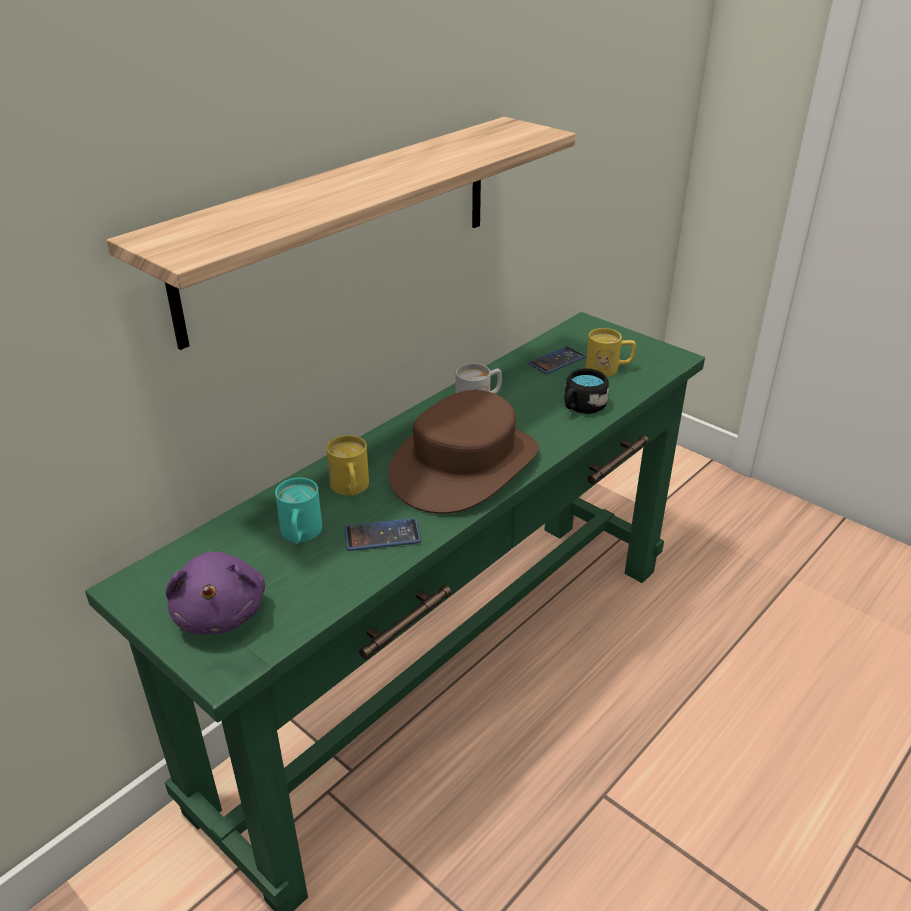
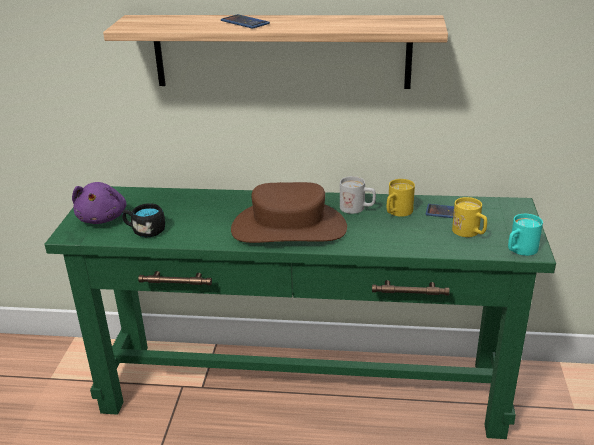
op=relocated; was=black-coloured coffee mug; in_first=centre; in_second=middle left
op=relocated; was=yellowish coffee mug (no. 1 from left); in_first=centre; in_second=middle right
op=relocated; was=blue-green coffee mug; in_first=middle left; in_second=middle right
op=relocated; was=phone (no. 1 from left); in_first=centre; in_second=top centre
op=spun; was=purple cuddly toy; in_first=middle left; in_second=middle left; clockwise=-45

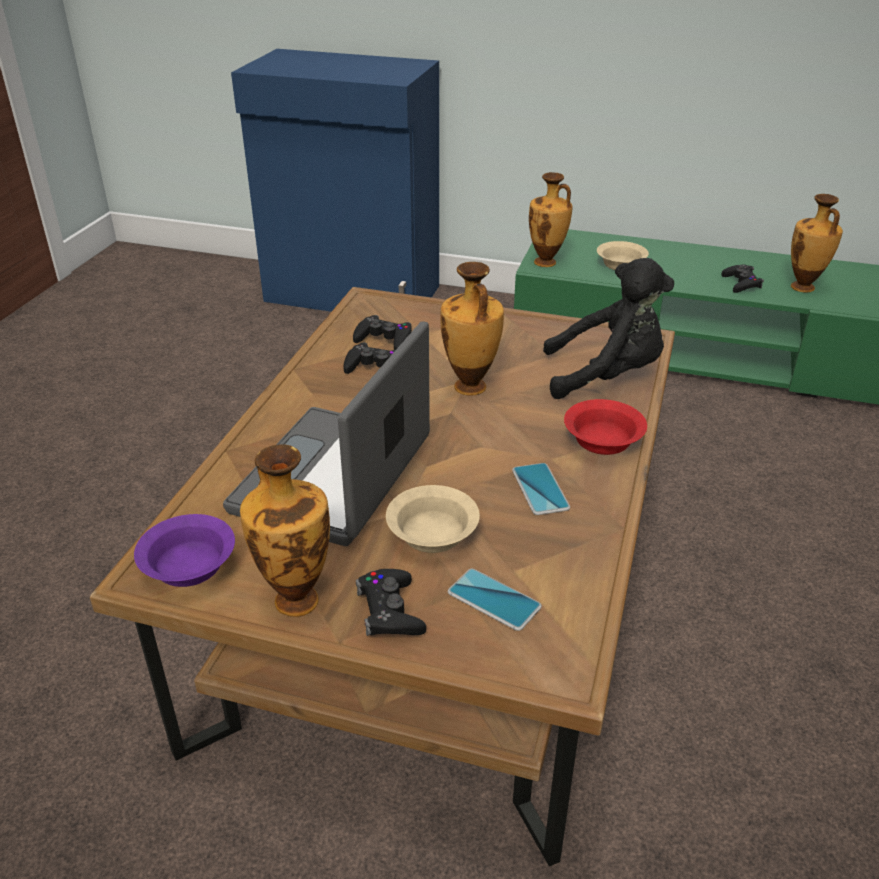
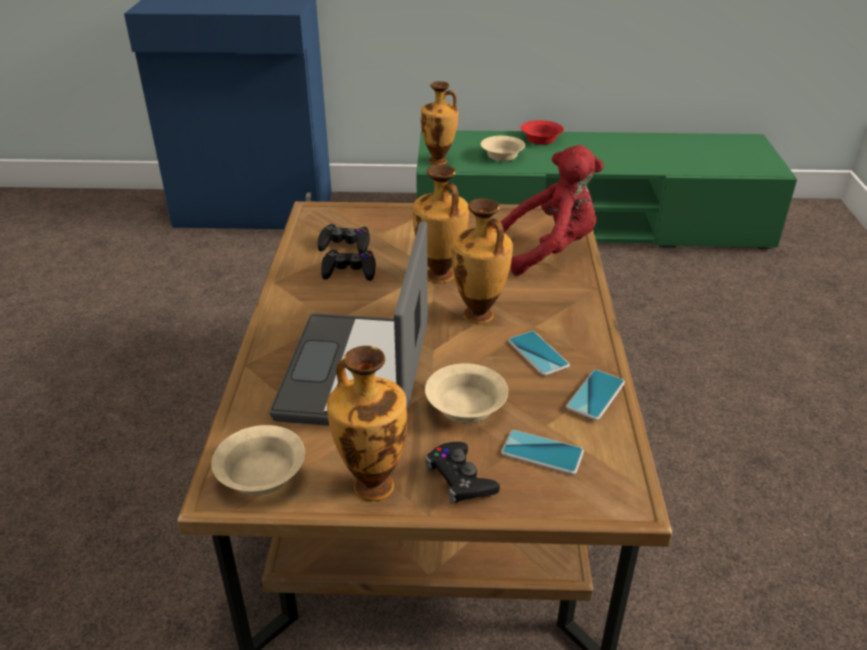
op=relocated; was=vase (no. 4 from left); in_first=top right; in_second=centre
op=colour; was=black-coloured cuddly toy; now=reddish cuddly toy; in_first=middle right; in_second=top centre
op=missing; was=black-coloured game controller (no. 4 from left); in_first=top right
op=relocated; was=reddish serving bowl; in_first=middle right; in_second=top centre
op=colour; was=purple serving bowl; now=beige serving bowl (no. 1 from left); in_first=middle left; in_second=bottom left
op=appeared; now=phone (no. 3 from left); in_second=middle right

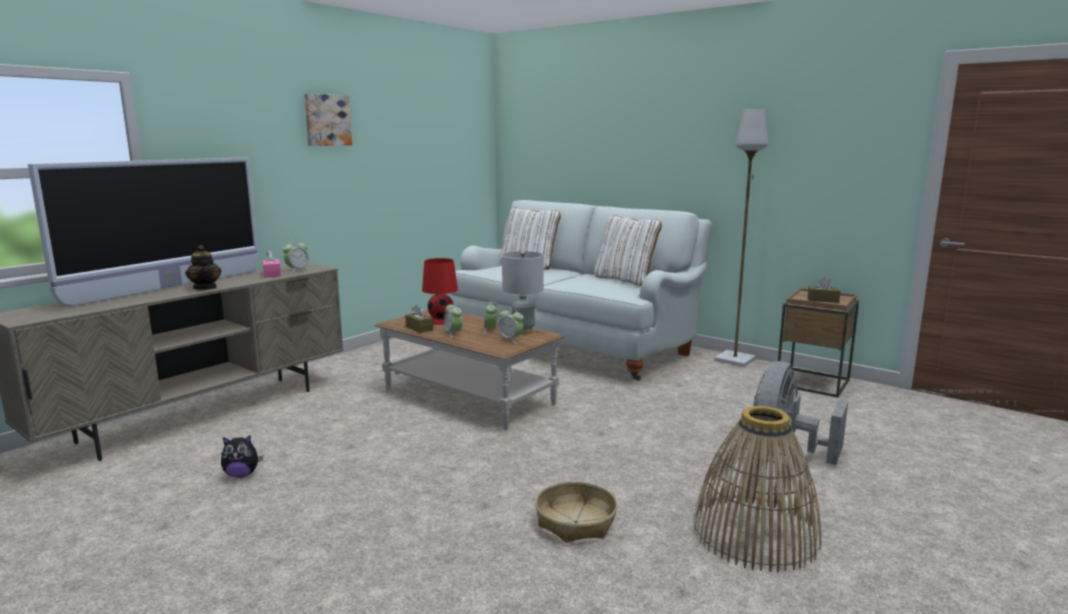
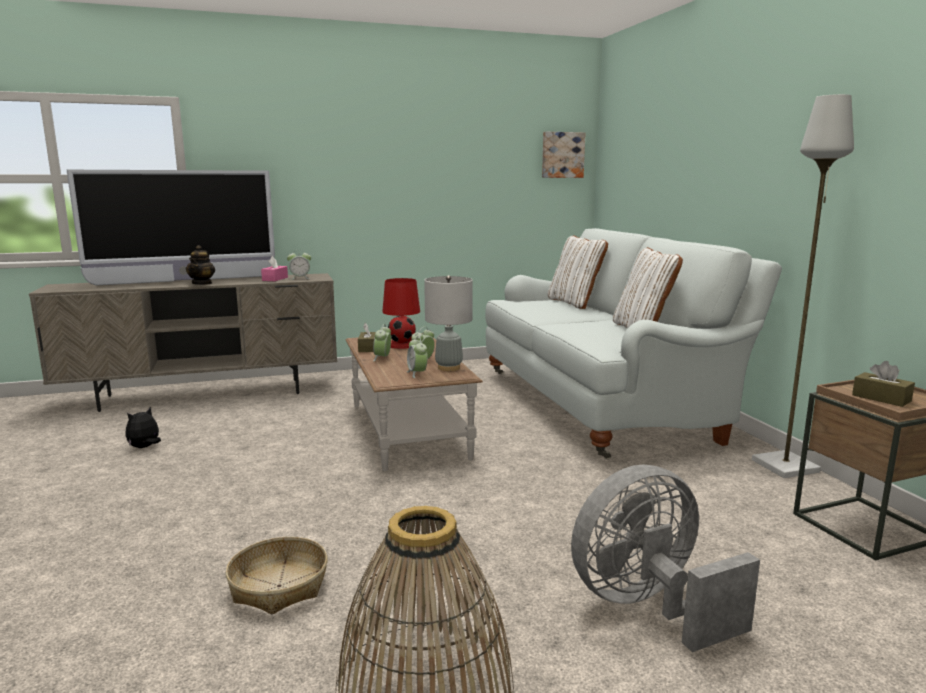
op=relocated; was=picture; in_first=top left; in_second=top centre
op=spun; was=cuddly toy; in_first=bottom left; in_second=middle left; clockwise=105

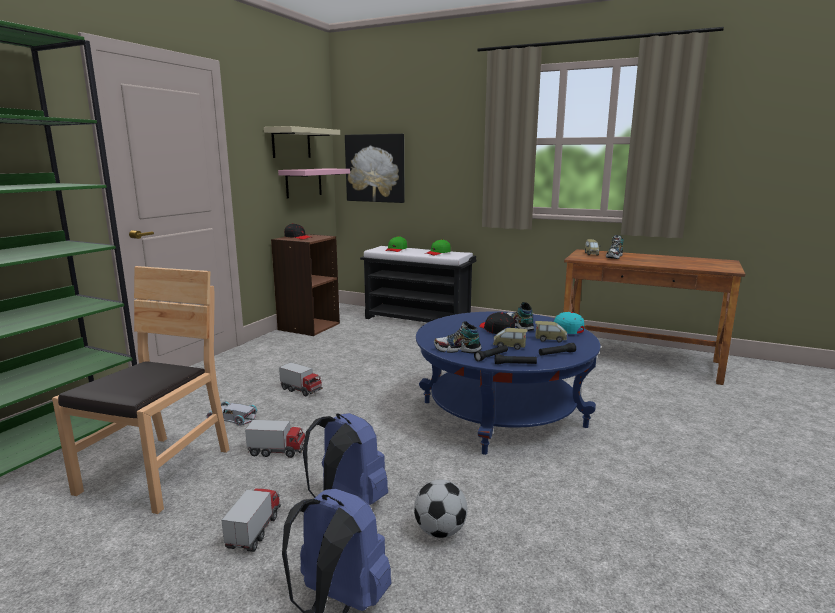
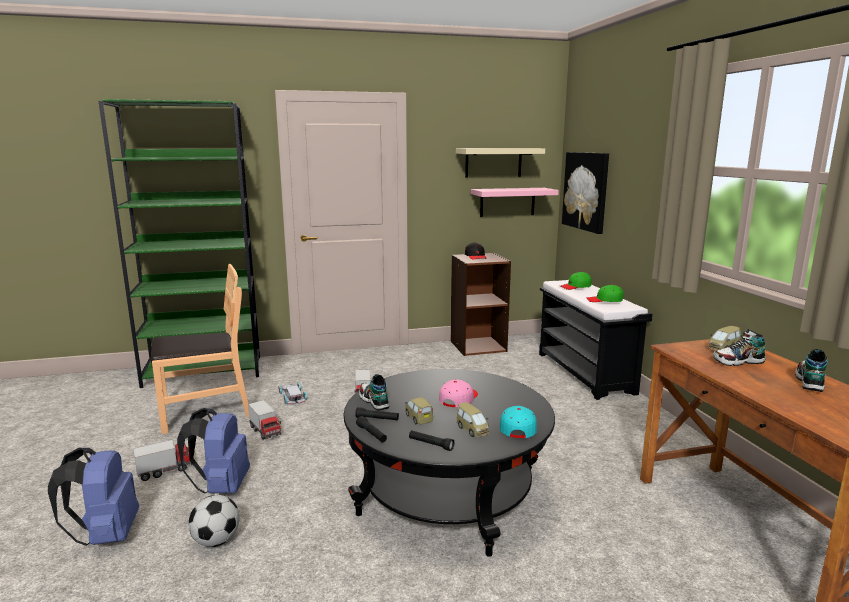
op=relocated; was=shoe (no. 2 from left in the first image); now=shoe (no. 3 from left); in_first=centre; in_second=middle right
op=colour; was=blue-coloured coffee table; now=black-coloured coffee table; in_first=centre; in_second=bottom centre
op=colour; was=black-coloured peaked cap (no. 2 from left); now=pink peaked cap; in_first=centre; in_second=centre

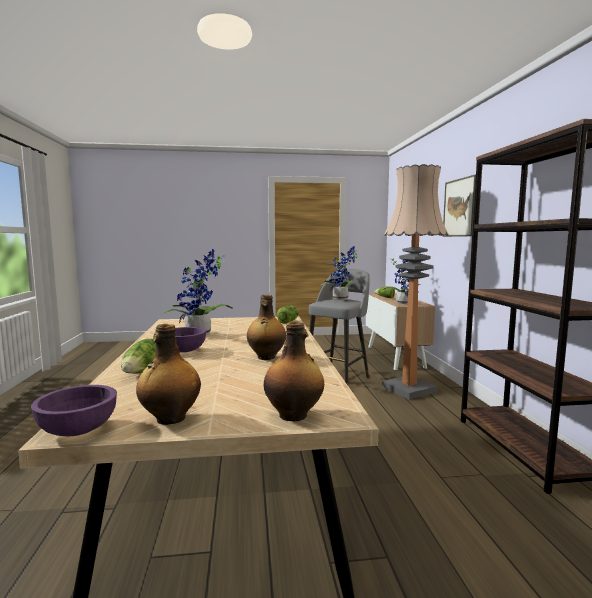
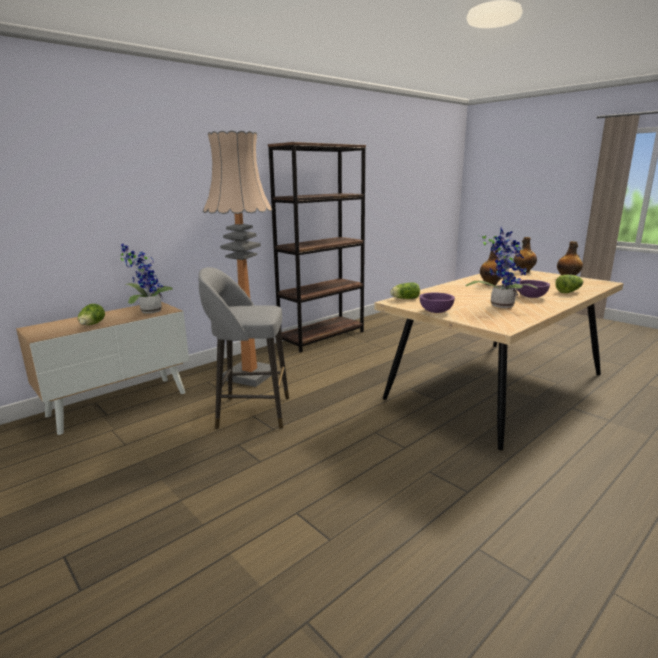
op=missing; was=picture; in_first=middle right
op=missing; was=plant in a pot (no. 2 from left); in_first=centre
op=relocated; was=purple serving bowl (no. 1 from left); in_first=bottom left; in_second=centre

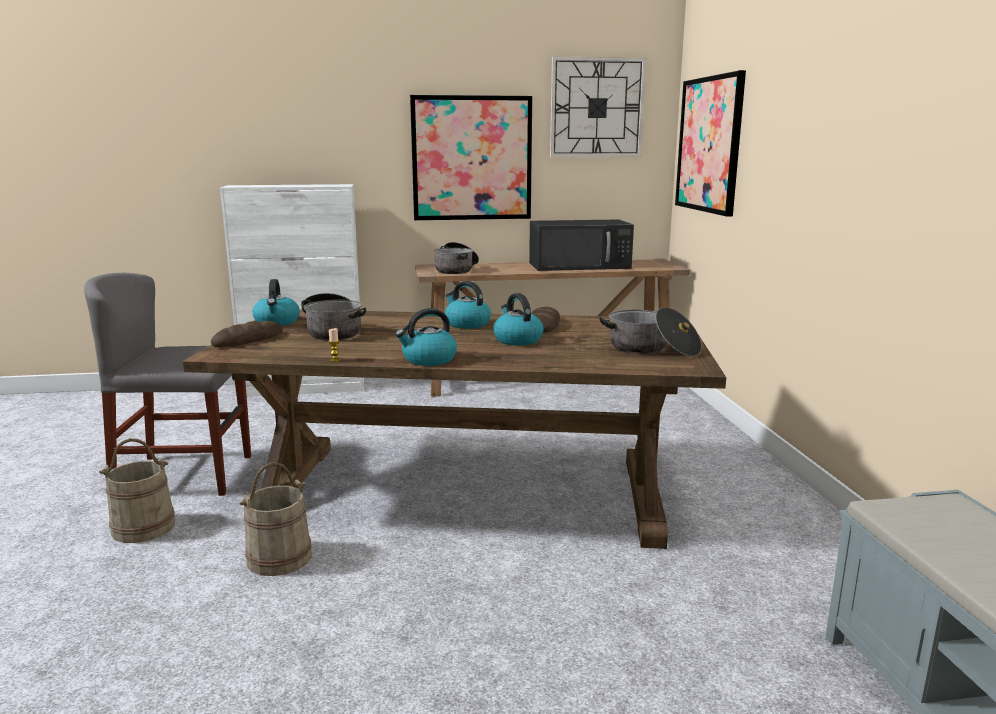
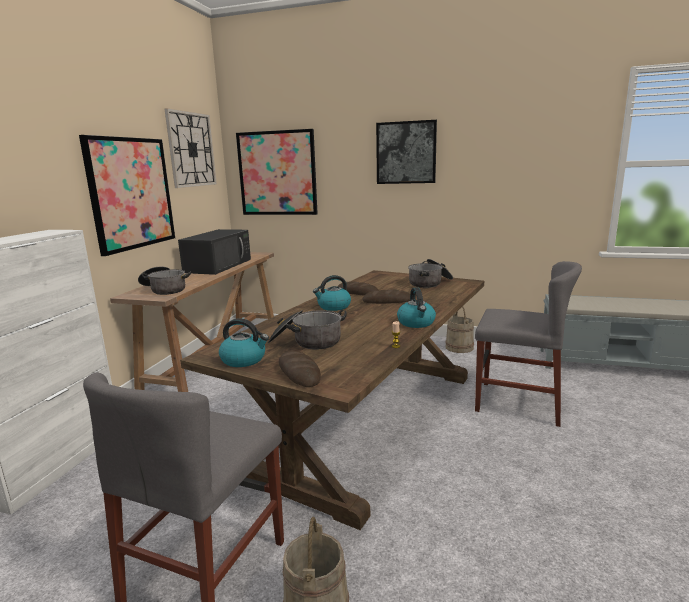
op=exchanged; was=water kettle (no. 4 from left); now=baked bread (no. 3 from left); in_first=centre; in_second=centre
op=relocated; was=beige pail (no. 2 from left); in_first=bottom left; in_second=middle right
op=appeared; now=picture (no. 3 from left); in_second=top centre
op=appeared; now=grey plain chair (no. 2 from left); in_second=middle right

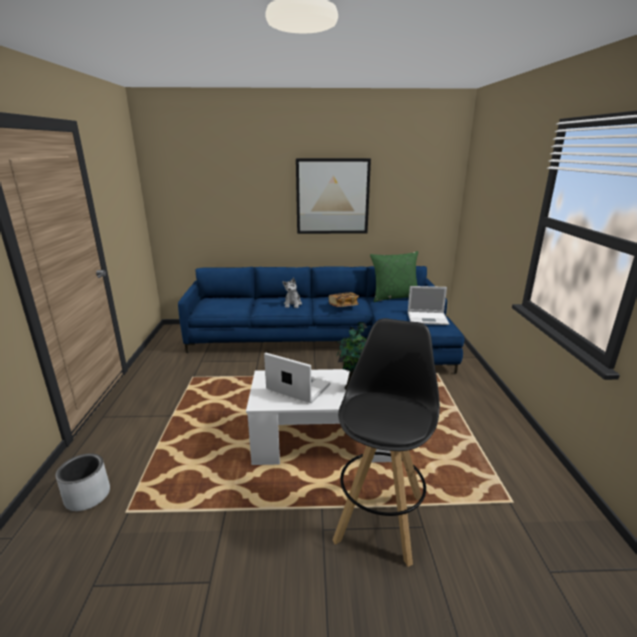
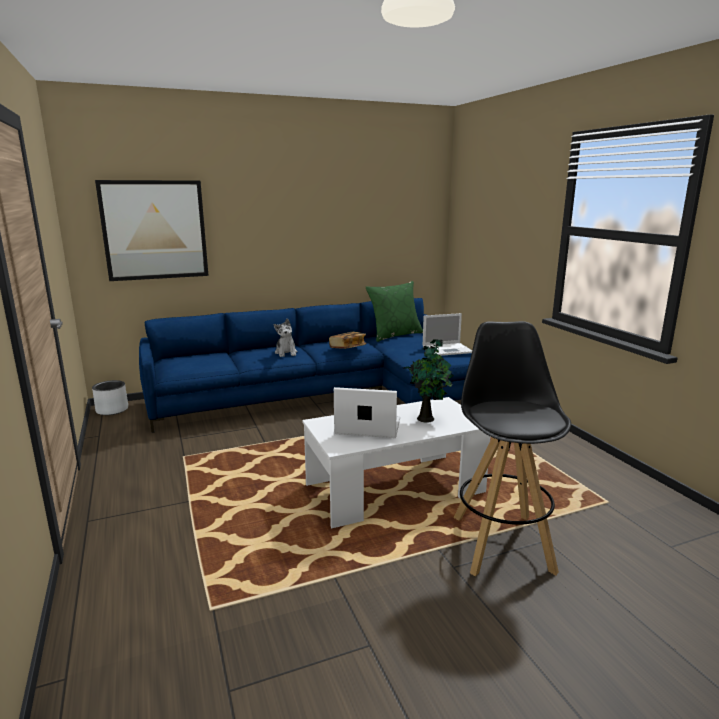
op=relocated; was=picture; in_first=top centre; in_second=top left
op=relocated; was=grey plant pot; in_first=bottom left; in_second=middle left

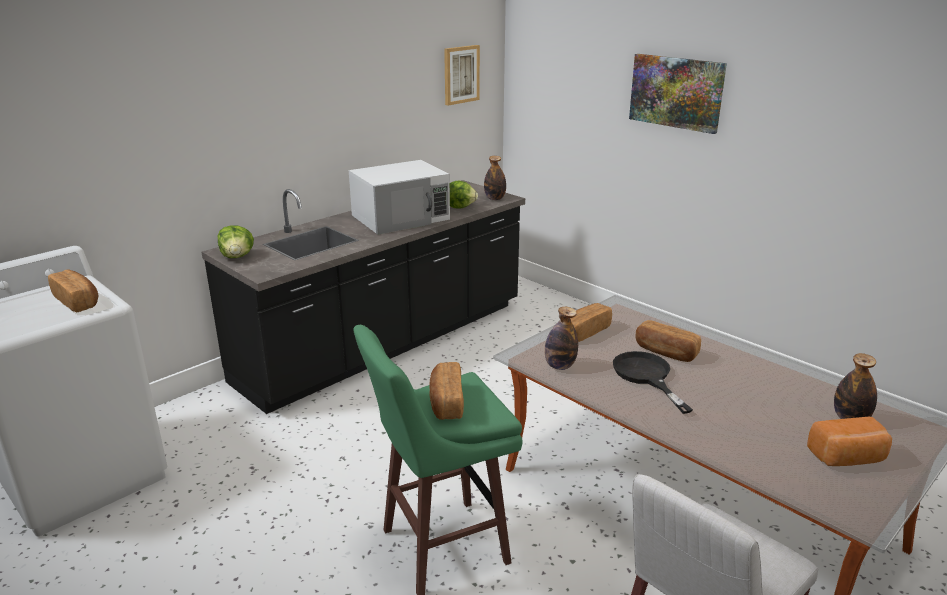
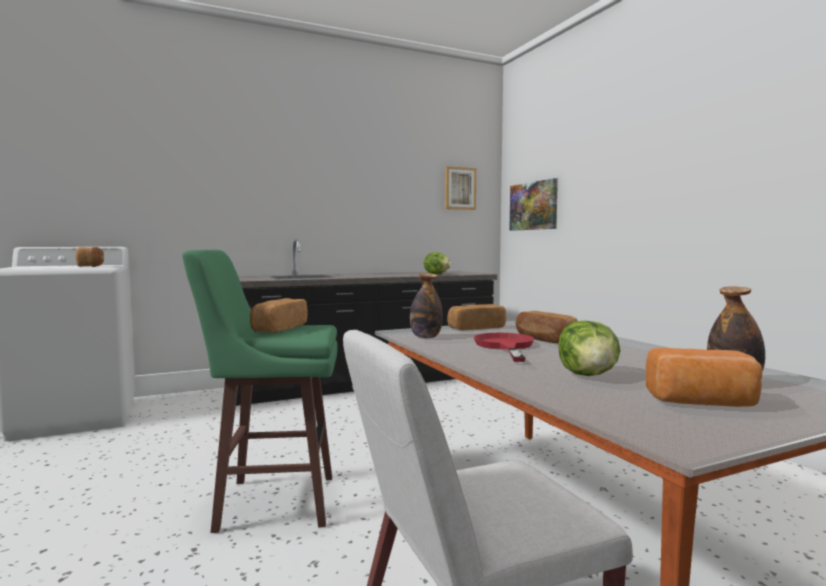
op=relocated; was=picture (no. 2 from left); in_first=top right; in_second=centre
op=missing; was=bottle (no. 1 from left); in_first=top centre
op=missing; was=white-coloured microwave oven; in_first=top centre
op=relocated; was=head of lettuce (no. 1 from left in the first image); now=head of lettuce (no. 2 from left); in_first=middle left; in_second=middle right
op=colour; was=black-coloured skillet; now=reddish skillet; in_first=middle right; in_second=centre

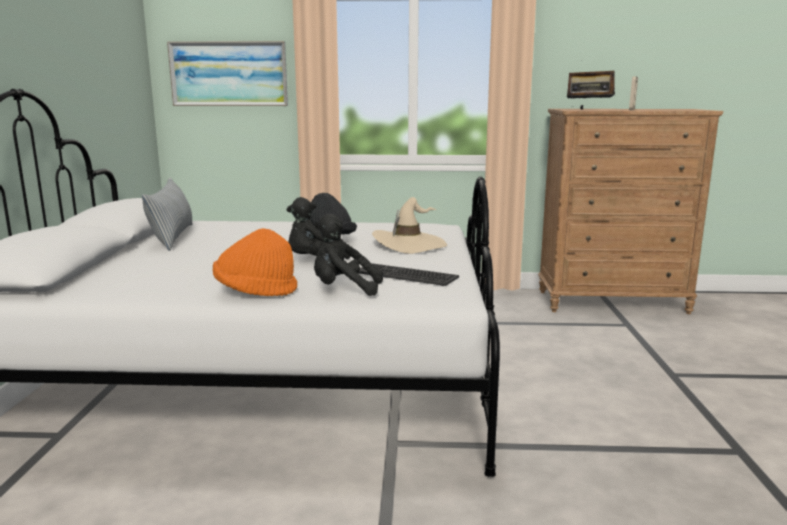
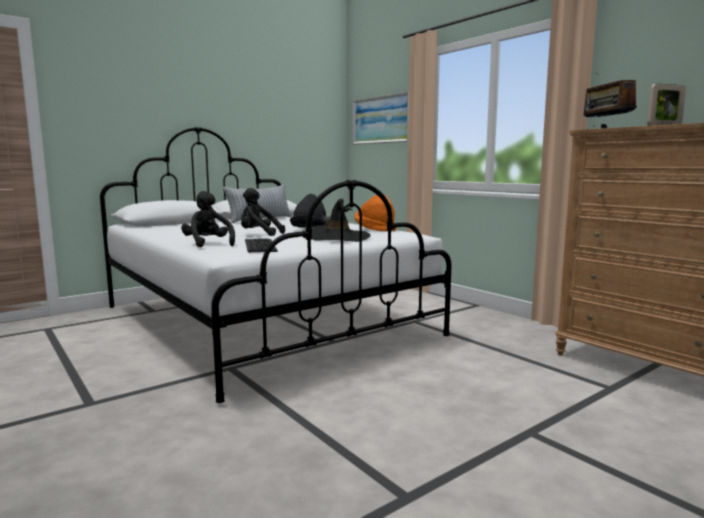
op=colour; was=beige hat; now=black-coloured hat (no. 2 from left); in_first=centre; in_second=centre
op=relocated; was=orange-coloured hat; in_first=middle left; in_second=centre

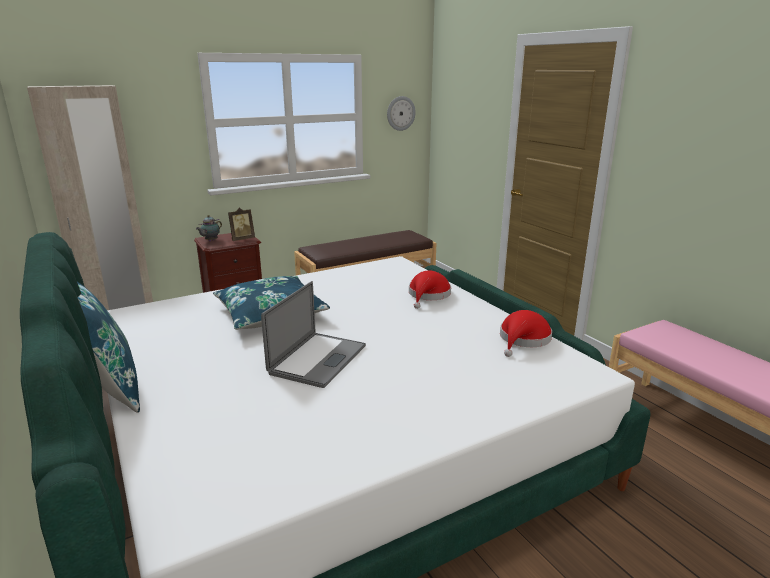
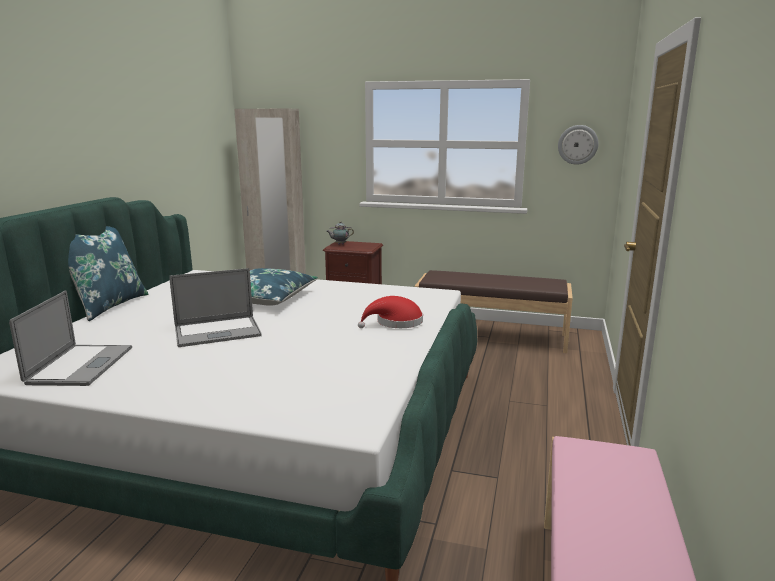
op=missing; was=standing frame; in_first=middle left
op=missing; was=reddish hat (no. 2 from left); in_first=middle right
op=appeared; now=laptop (no. 1 from left); in_second=middle left

